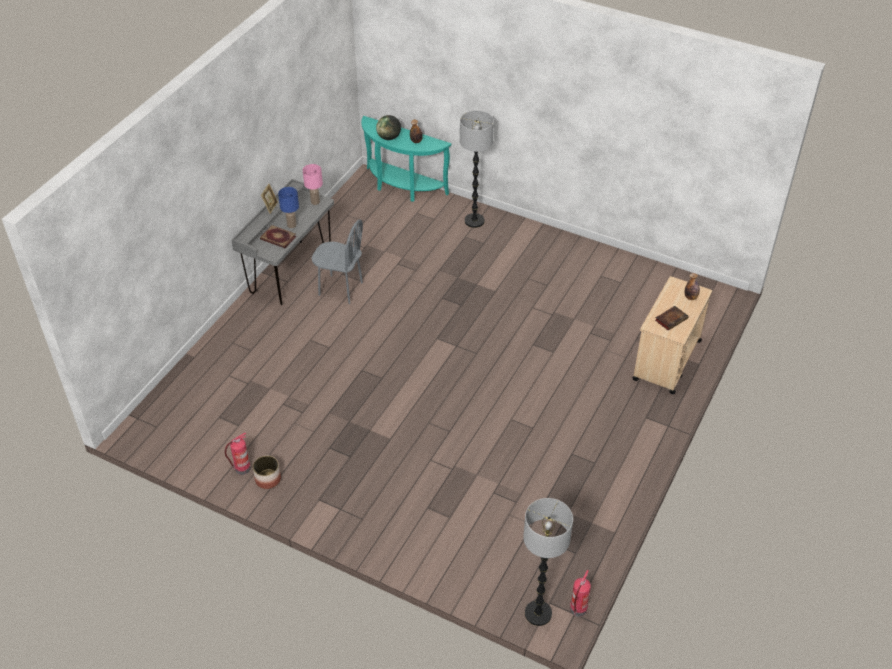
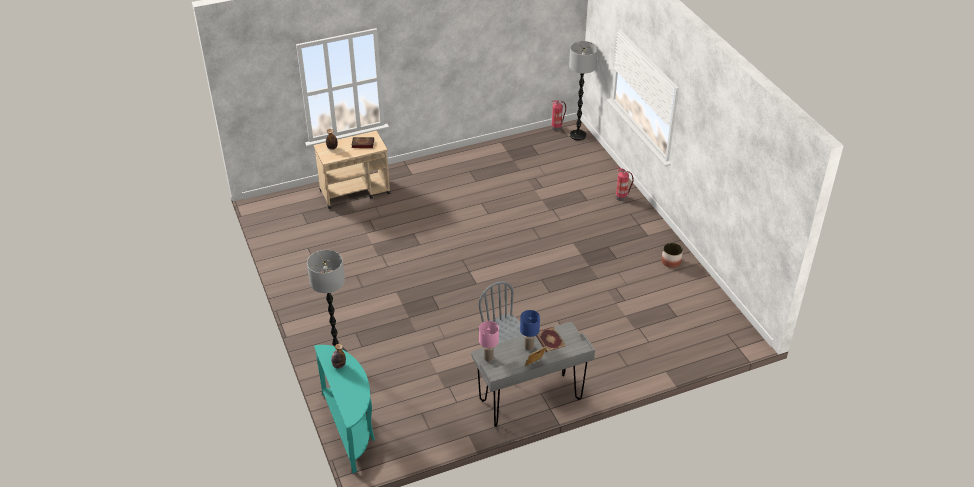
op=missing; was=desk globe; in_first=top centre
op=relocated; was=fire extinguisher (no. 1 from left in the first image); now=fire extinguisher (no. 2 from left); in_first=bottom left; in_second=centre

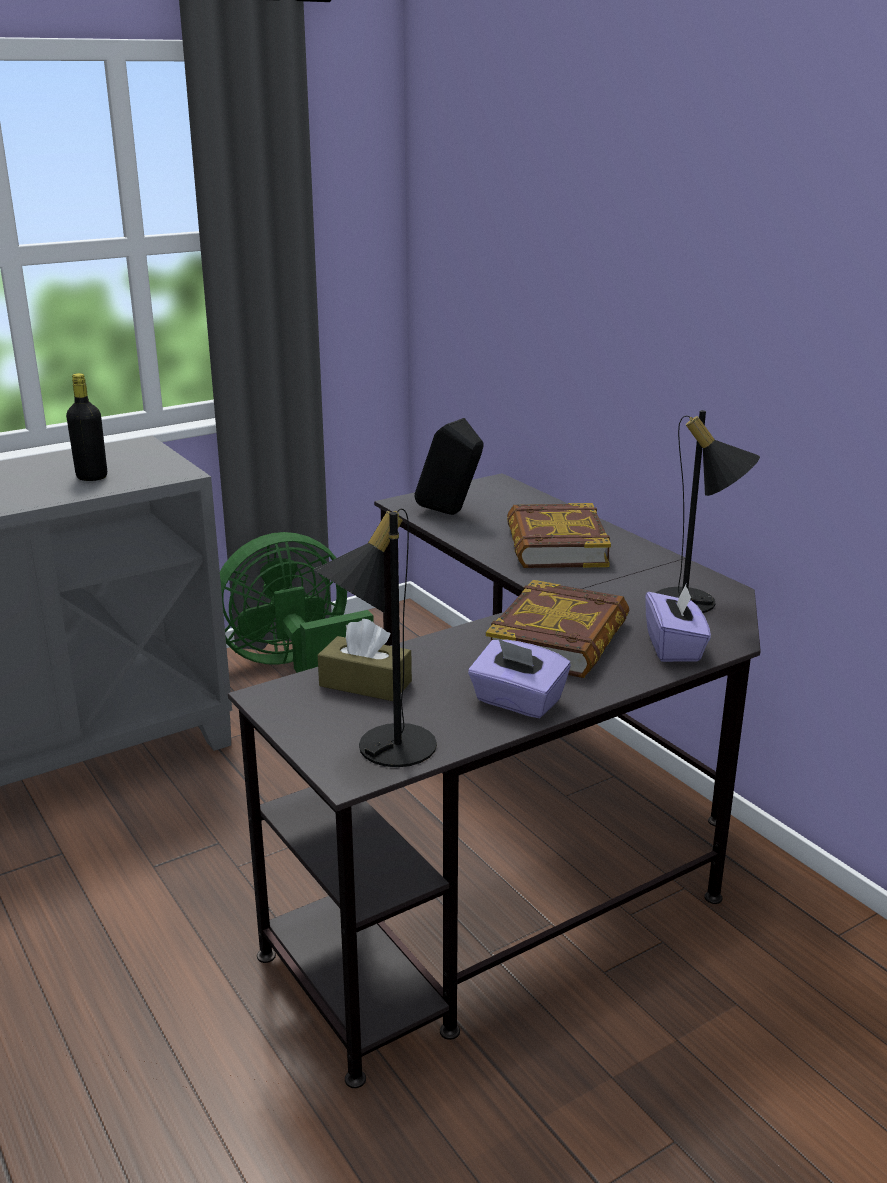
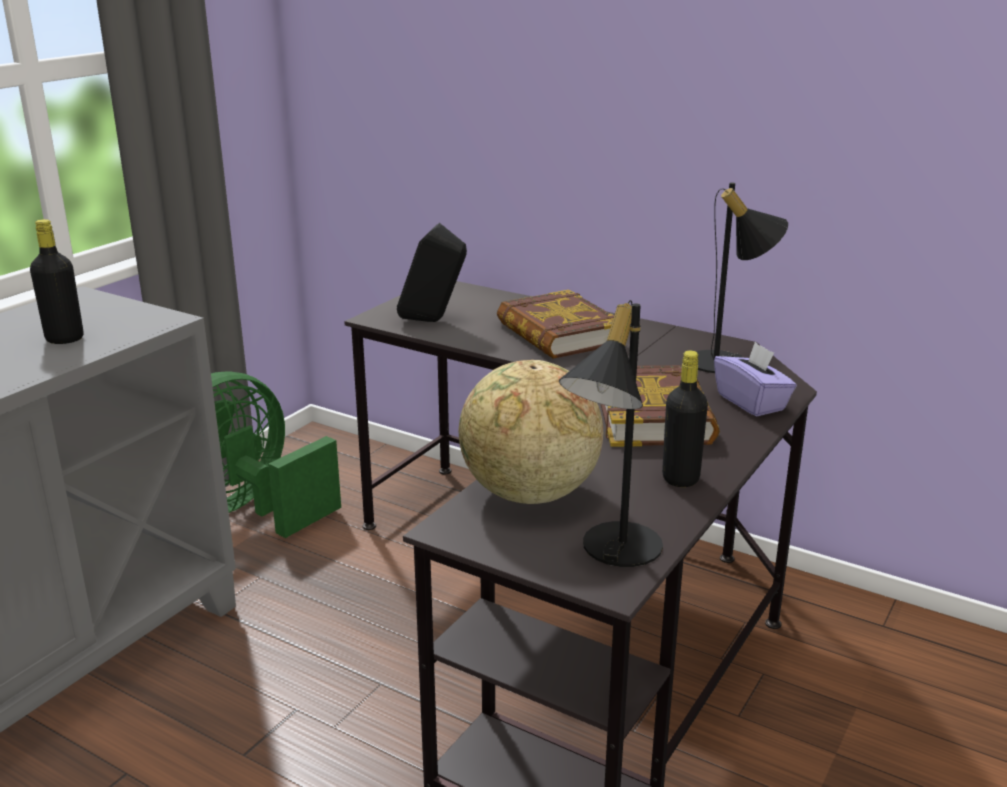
op=exchanged; was=brown tissue holder; now=desk globe; in_first=centre; in_second=centre
op=exchanged; was=purple tissue holder (no. 1 from left); now=black-coloured bottle (no. 2 from left); in_first=centre; in_second=middle right

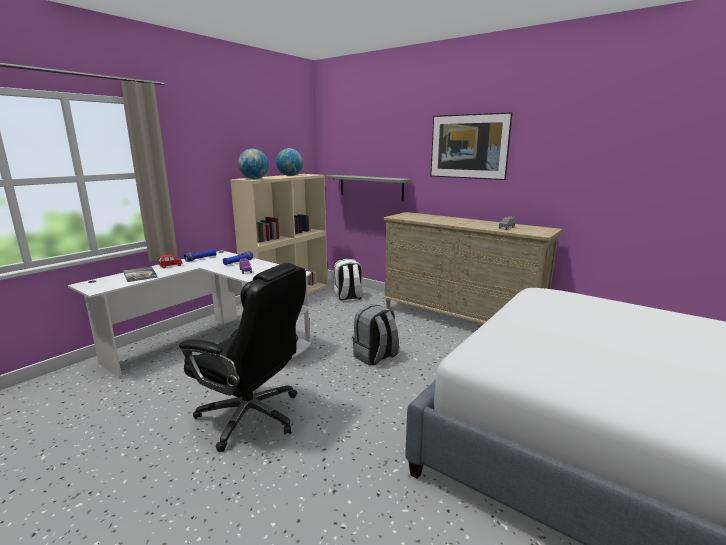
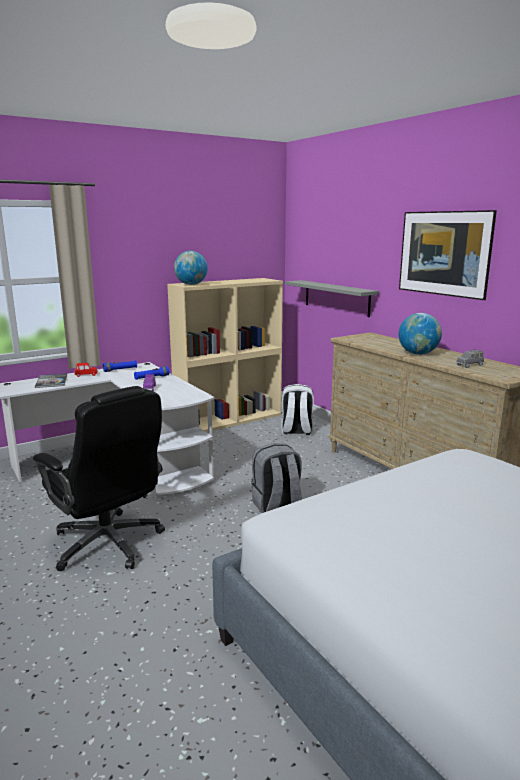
op=relocated; was=desk globe (no. 2 from left); in_first=top centre; in_second=middle right

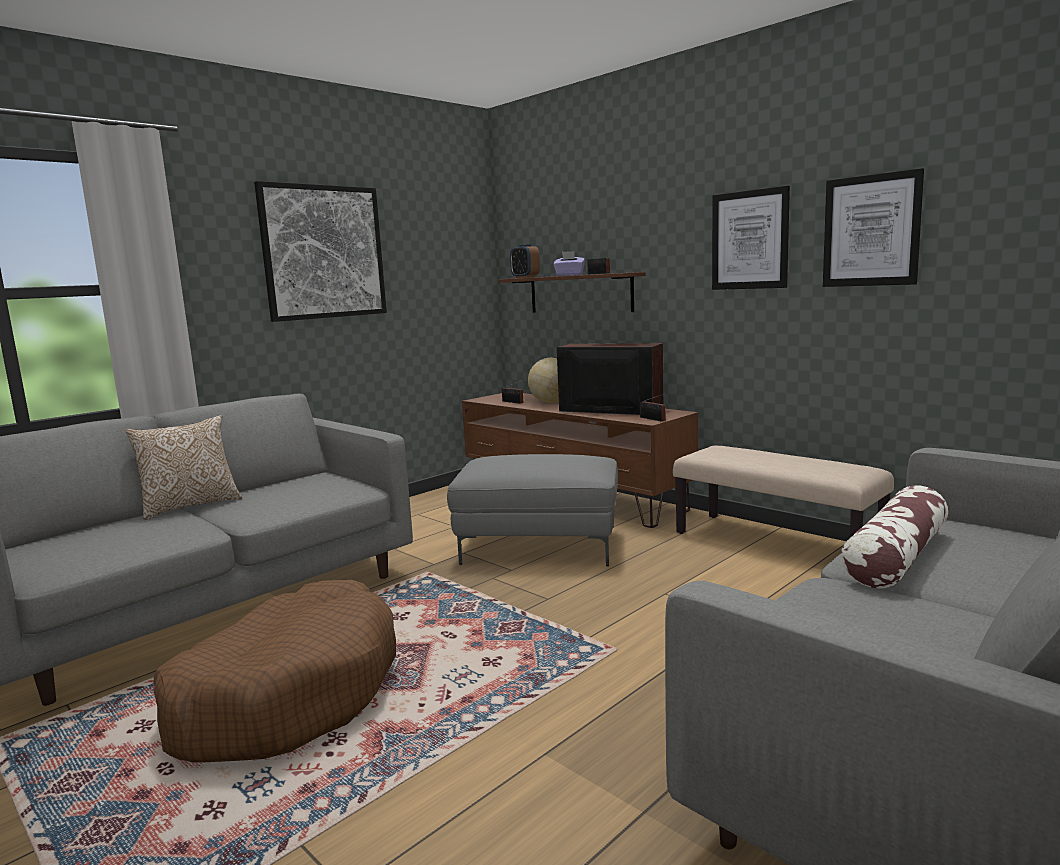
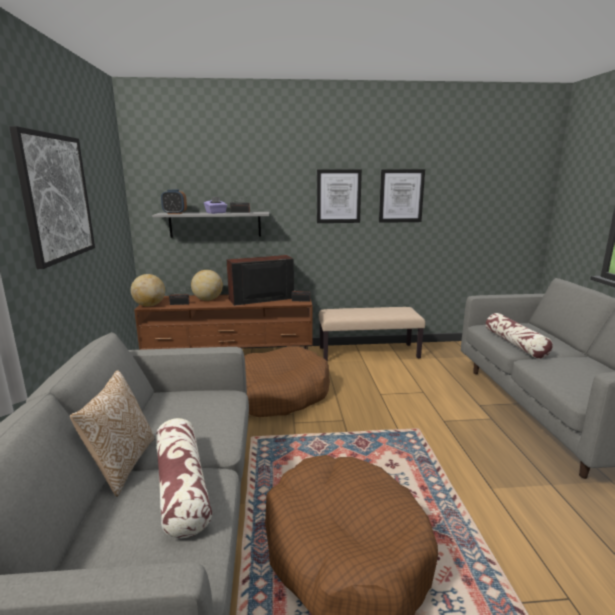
op=colour; was=brown wall shelf; now=grey wall shelf; in_first=centre; in_second=centre
op=exchanged; was=grey pouffe; now=brown dog cushion (no. 1 from left); in_first=centre; in_second=centre
op=appeared; now=desk globe (no. 1 from left); in_second=middle left
op=appeared; now=pillow (no. 2 from left); in_second=bottom left

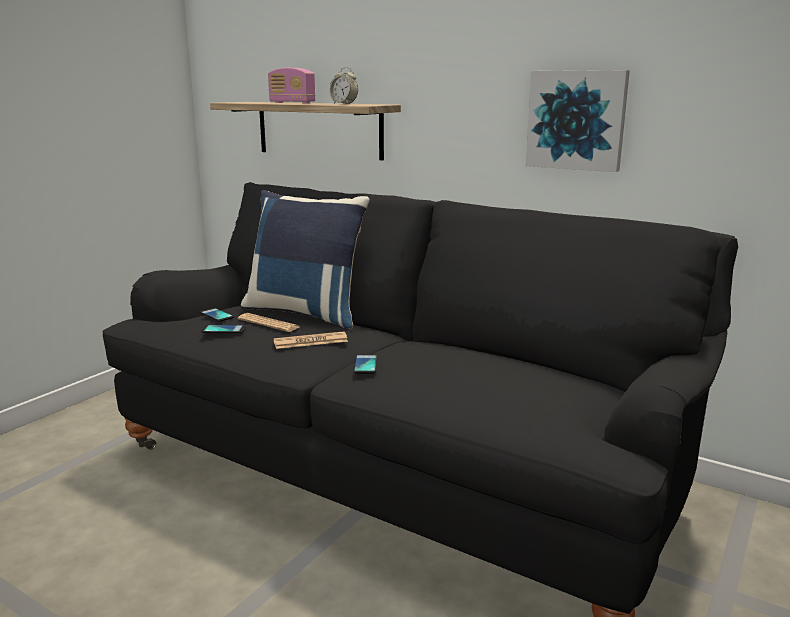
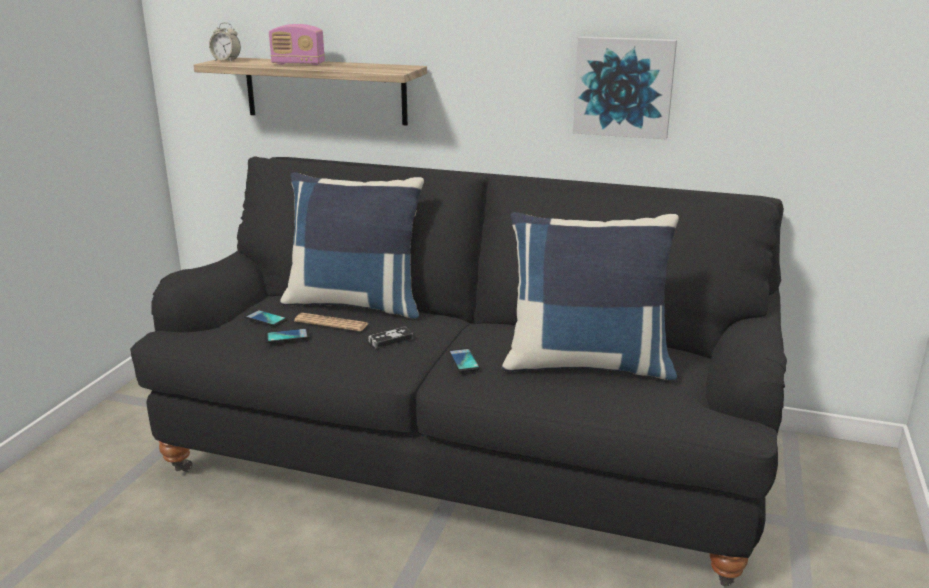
op=relocated; was=alarm clock; in_first=top centre; in_second=top left
op=exchanged; was=newspaper (no. 2 from left); now=game controller; in_first=centre; in_second=centre
op=appeared; now=blue-coloured pillow (no. 2 from left); in_second=centre

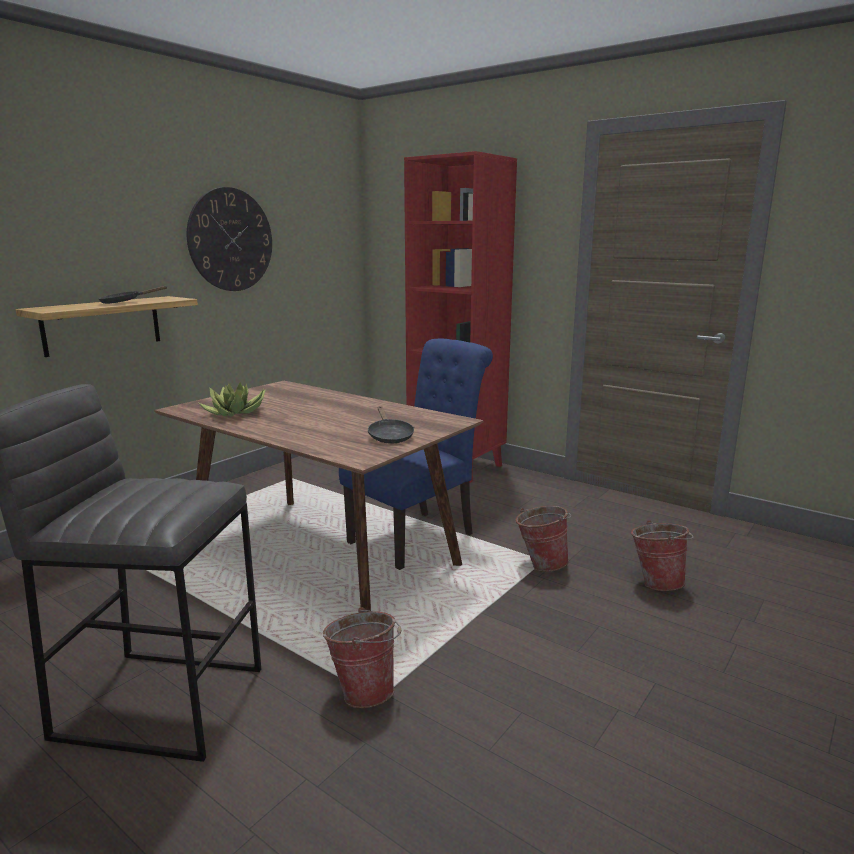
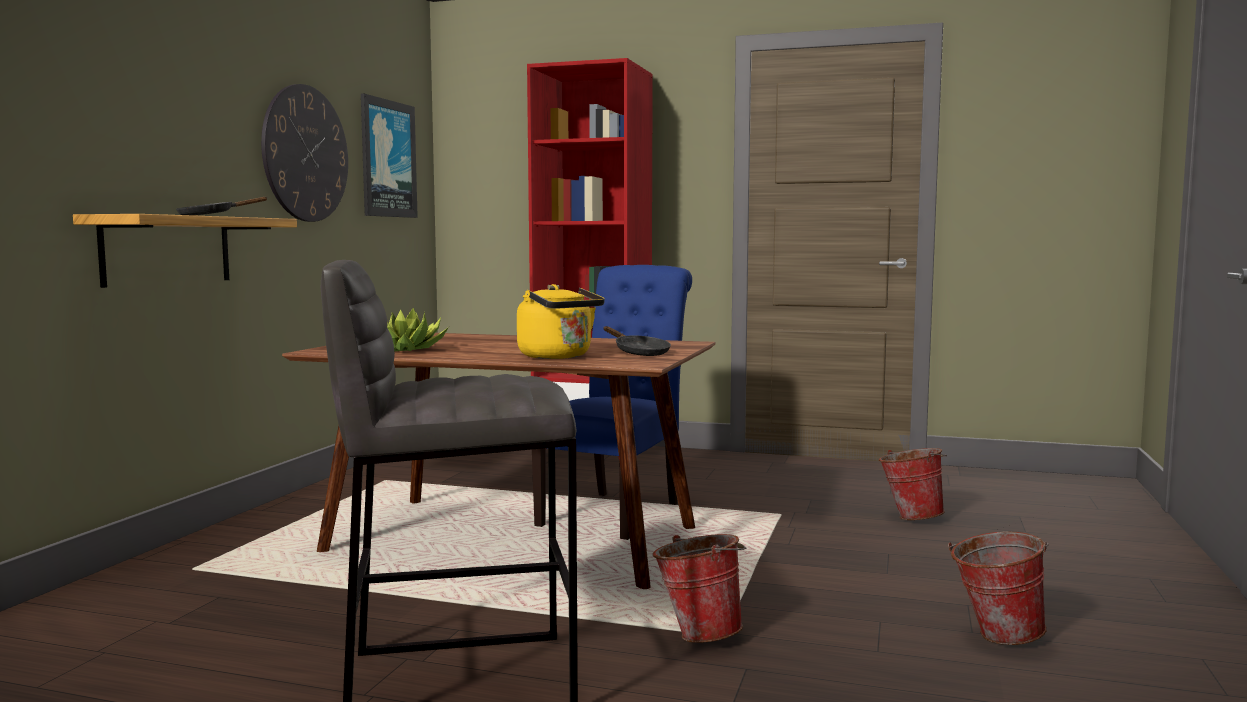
op=relocated; was=pail (no. 2 from left in the first image); now=pail (no. 3 from left); in_first=centre; in_second=bottom right
op=appeared; now=picture; in_second=top left
op=appeared; now=yellowish water kettle; in_second=centre

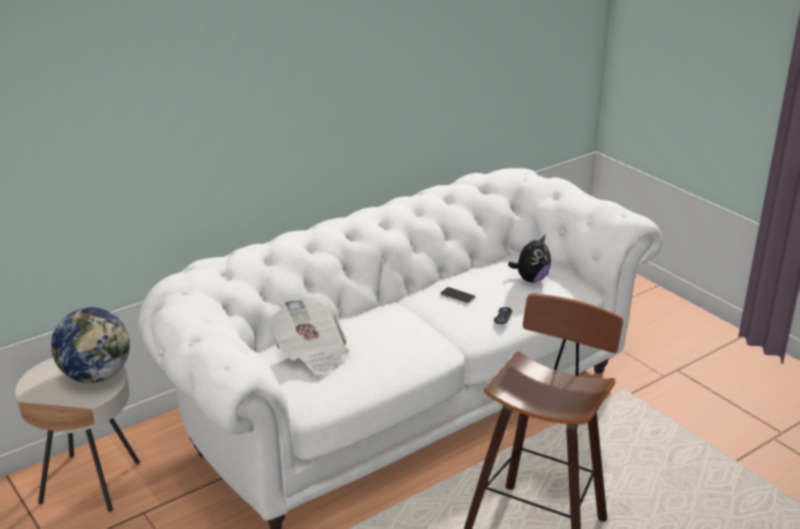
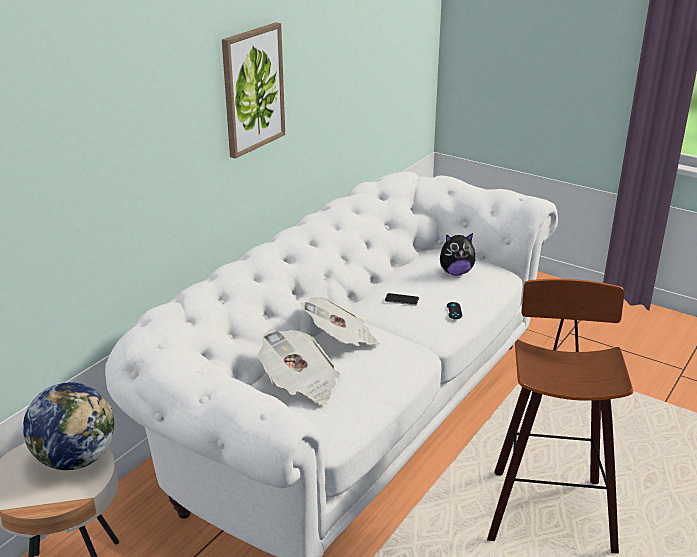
op=spun; was=cuddly toy; in_first=centre; in_second=centre; clockwise=60
op=appeared; now=picture; in_second=top centre
op=appeared; now=newspaper (no. 2 from left); in_second=centre

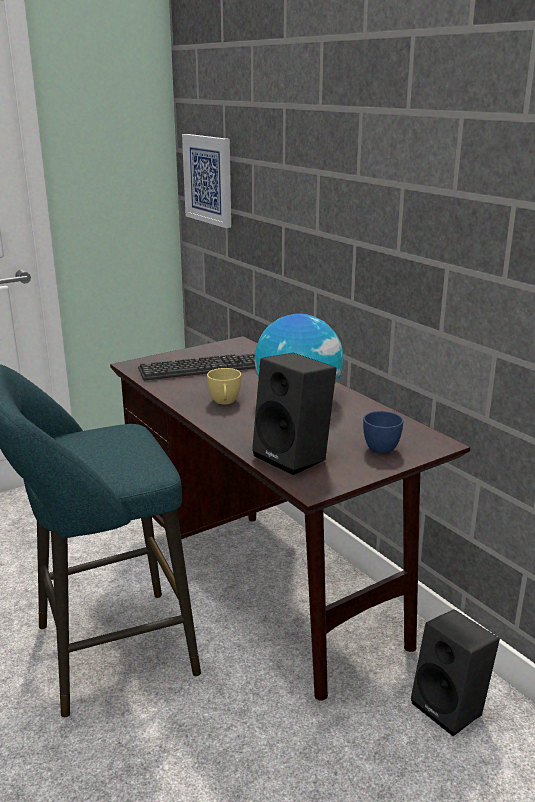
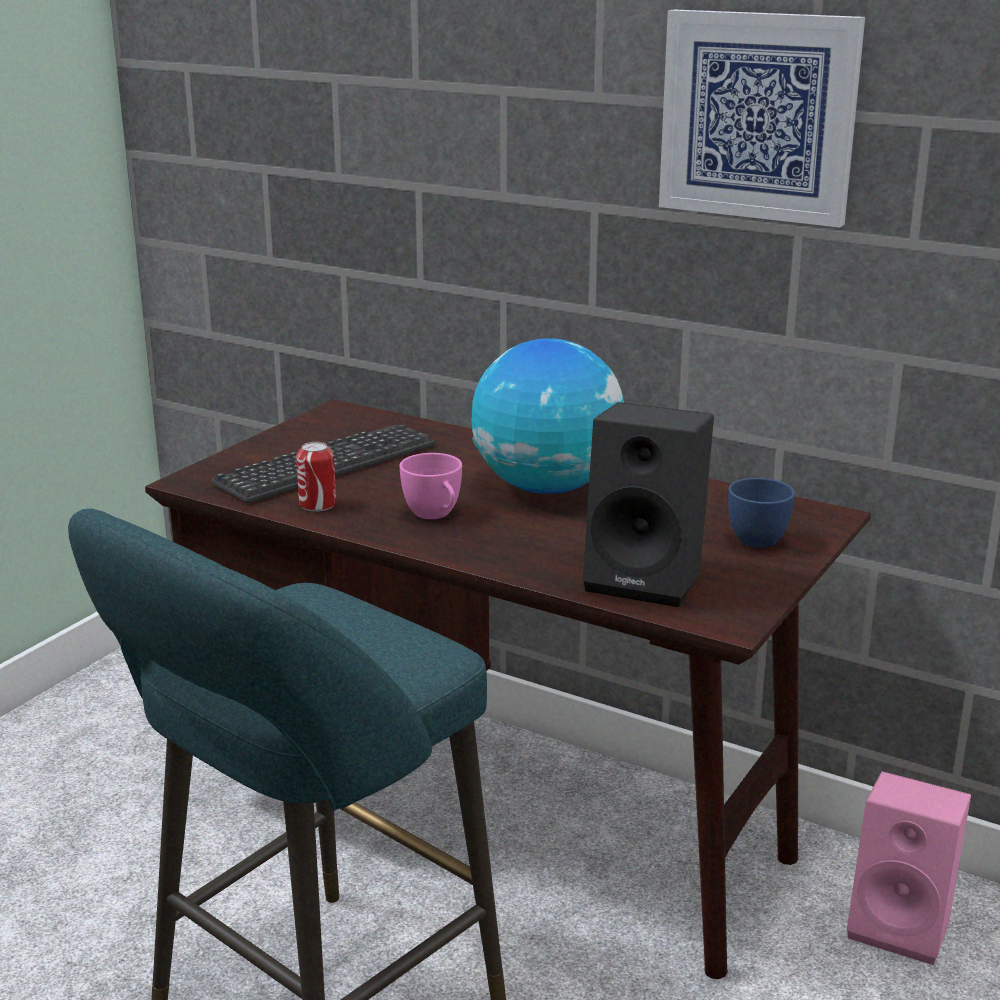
op=relocated; was=picture; in_first=top centre; in_second=top right
op=colour; was=yellowish drinking cup; now=pink drinking cup; in_first=centre; in_second=centre
op=colour; was=black-coloured audio speaker (no. 2 from left); now=pink audio speaker; in_first=bottom right; in_second=bottom right
op=appeared; now=metal can; in_second=middle left

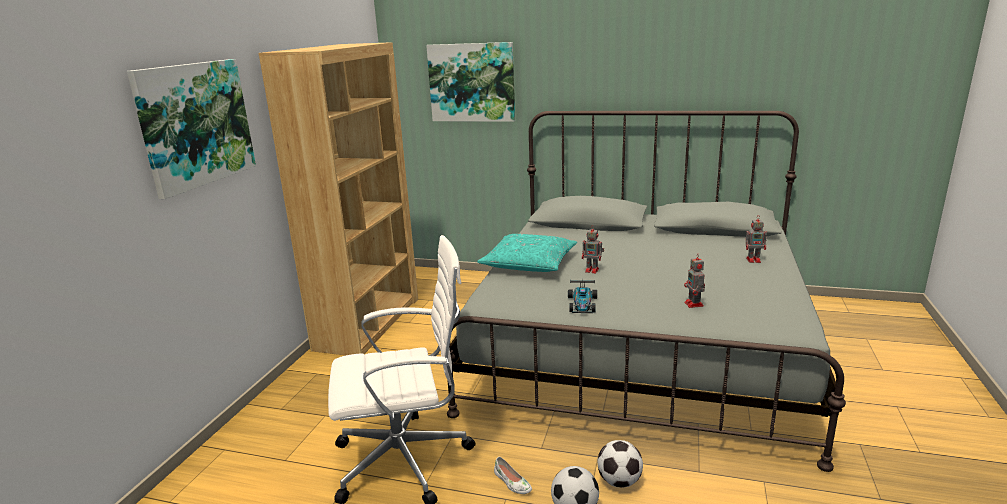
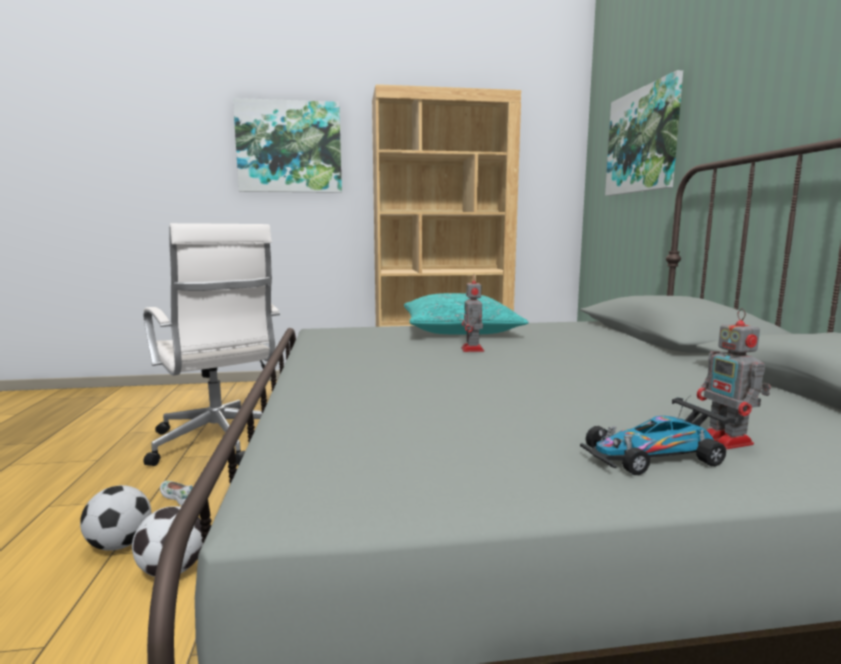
op=missing; was=toy robot (no. 2 from left); in_first=middle right
op=relocated; was=model car; in_first=centre; in_second=middle right
op=spun; was=white-coloured shoe; in_first=bottom centre; in_second=bottom left; clockwise=105

